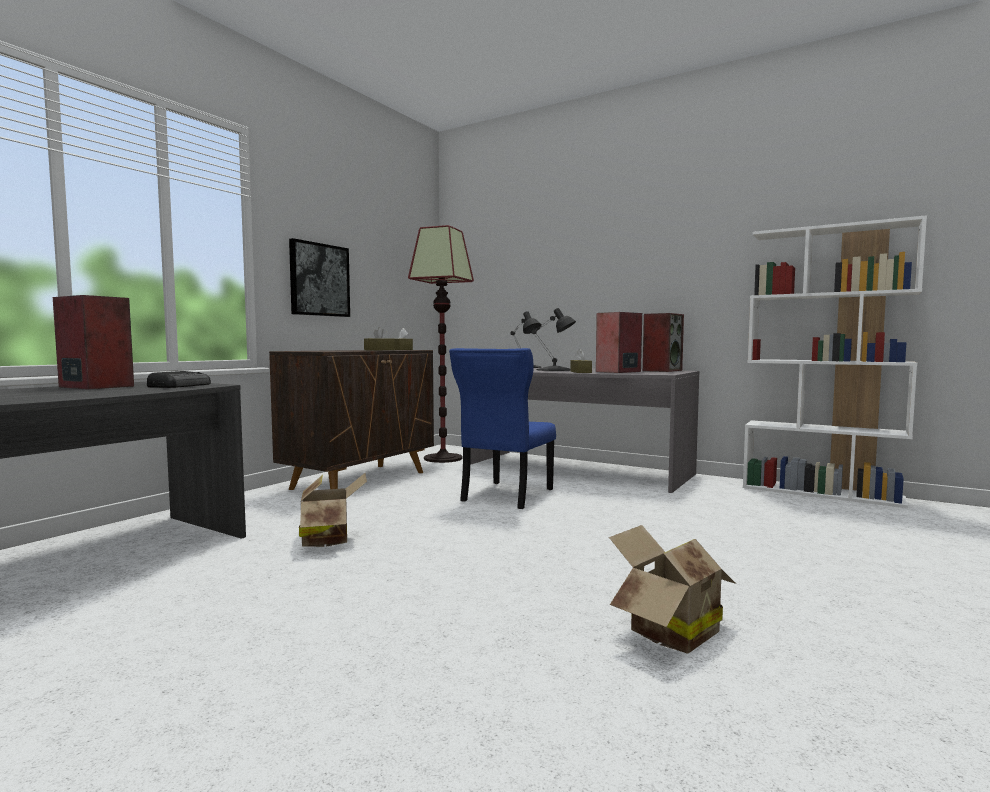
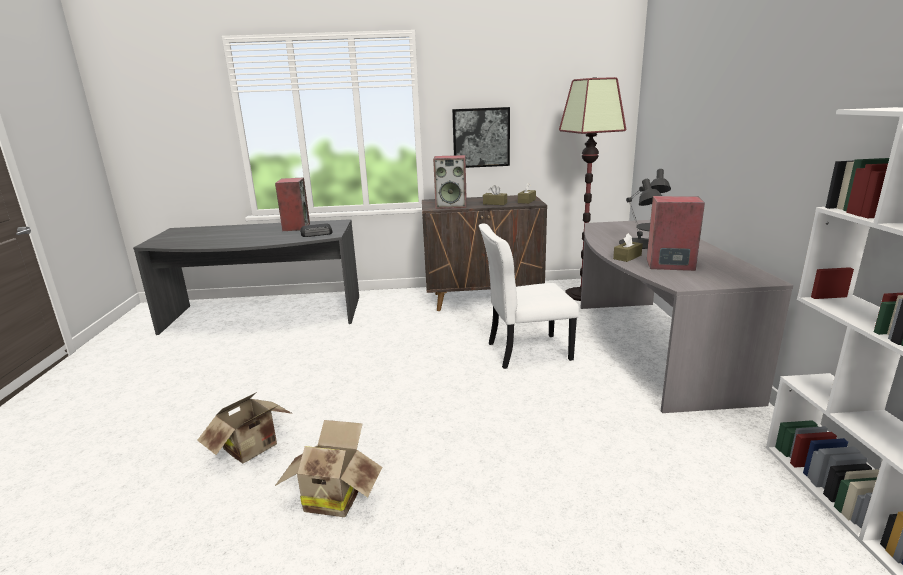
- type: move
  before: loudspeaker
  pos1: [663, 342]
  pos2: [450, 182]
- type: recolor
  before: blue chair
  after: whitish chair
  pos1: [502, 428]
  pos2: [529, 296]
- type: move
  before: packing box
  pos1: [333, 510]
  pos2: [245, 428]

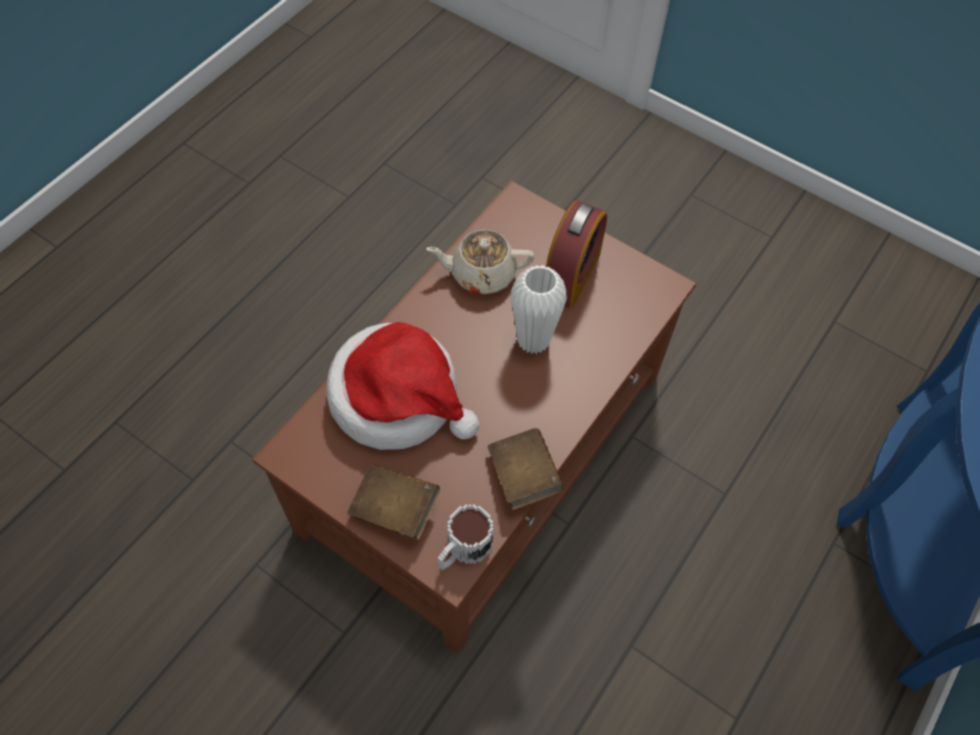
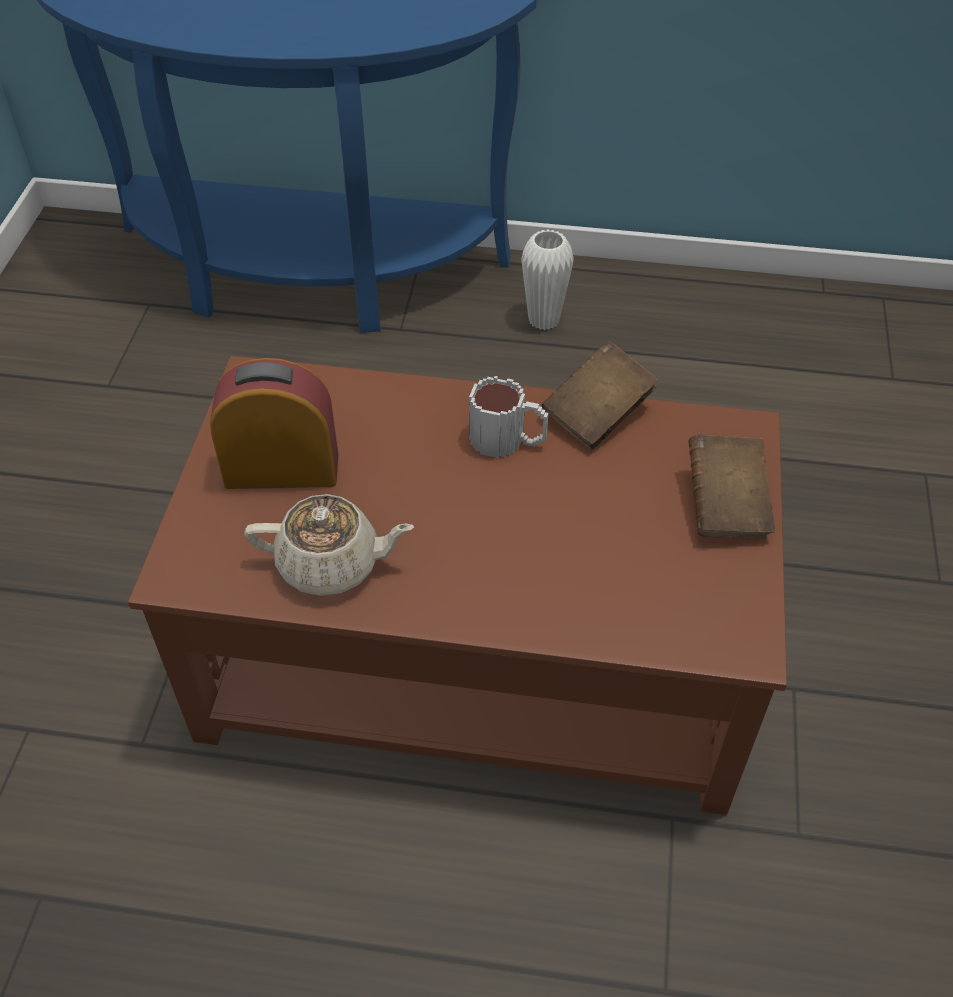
- type: rotate
  before: beige-coloured tea pot
  pos1: [480, 261]
  pos2: [329, 545]
  turn: -60
- type: move
  before: whitish vase
  pos1: [539, 309]
  pos2: [547, 279]
- type: delete
  before: hat
  pos1: [403, 386]
- type: move
  before: mug
  pos1: [466, 537]
  pos2: [508, 417]

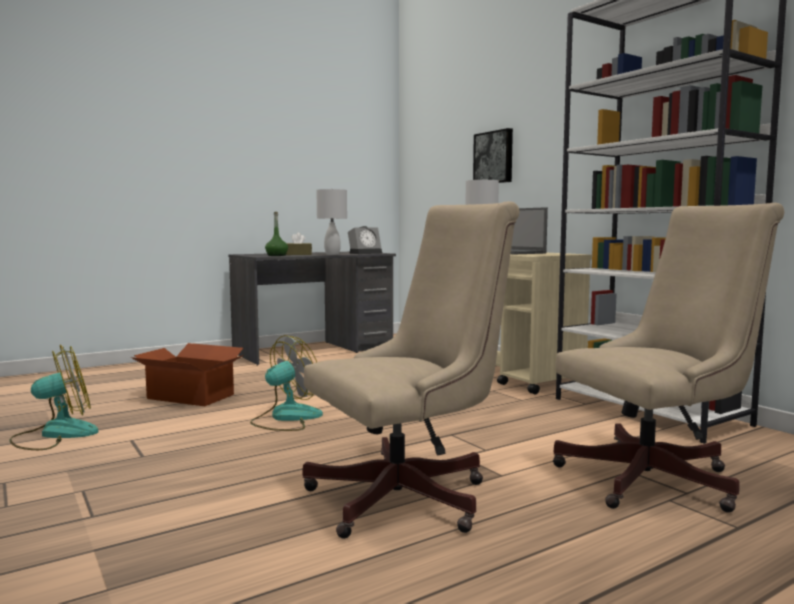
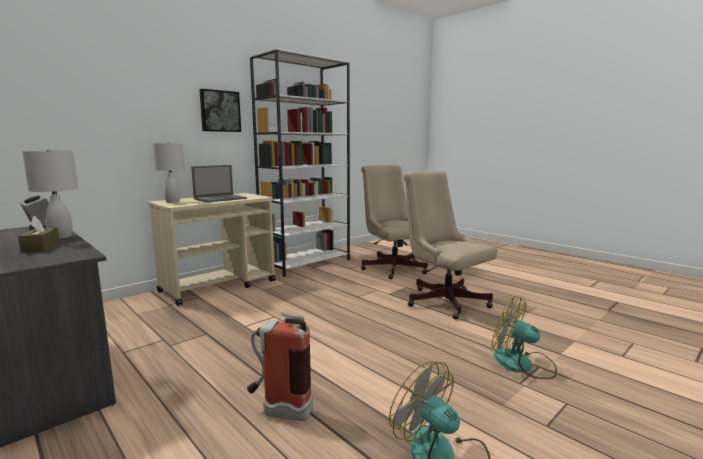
- type: move
  before: wall picture
  pos1: [493, 155]
  pos2: [220, 110]
- type: delete
  before: greenish drink bottle
  pos1: [276, 234]
- type: move
  before: cooling fan
  pos1: [286, 383]
  pos2: [524, 338]
- type: replace
  before: packing box
  after: extinguisher
  pos1: [187, 374]
  pos2: [280, 366]

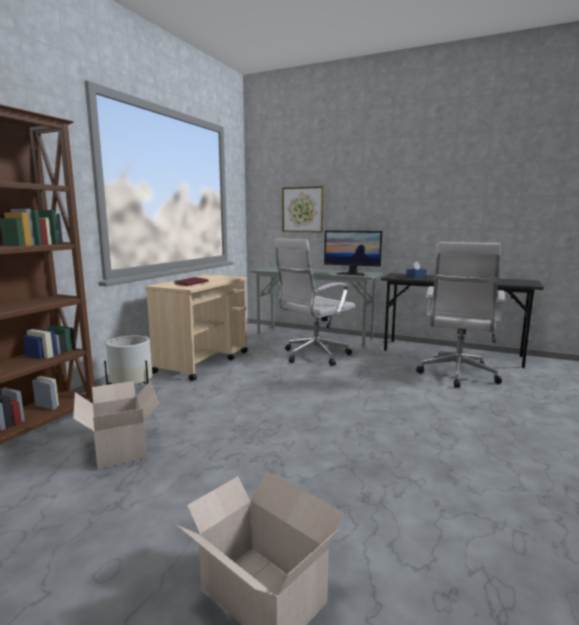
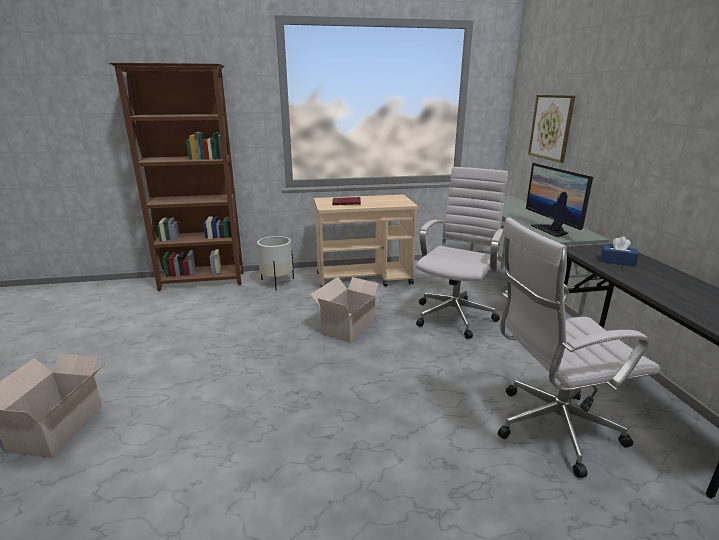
- type: rotate
  before: whitish office chair
  pos1: [314, 302]
  pos2: [462, 253]
  turn: 105
- type: move
  before: packing box
  pos1: [116, 425]
  pos2: [347, 310]

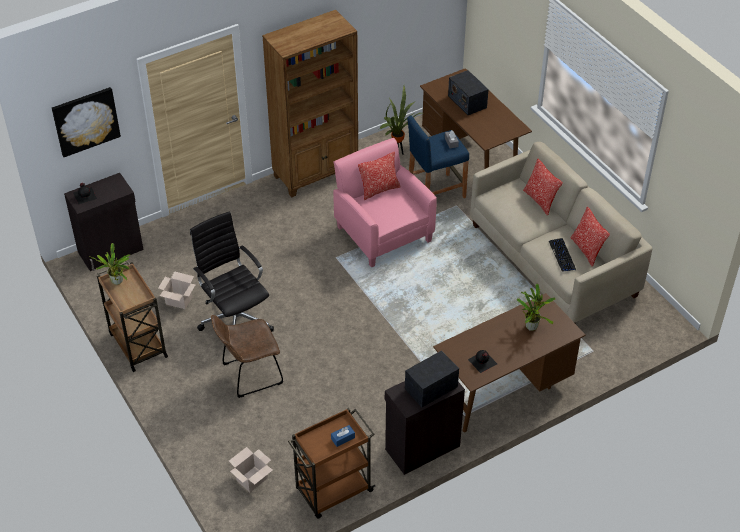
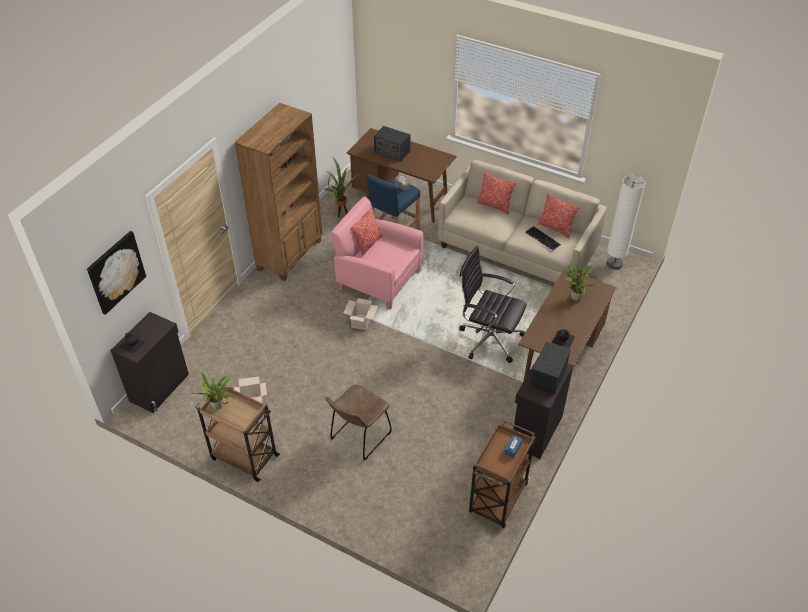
- type: move
  before: black office chair
  pos1: [232, 271]
  pos2: [493, 304]
- type: move
  before: packing box
  pos1: [251, 469]
  pos2: [361, 314]
- type: insert
  after: whitish standard lamp
  pos2: [626, 222]

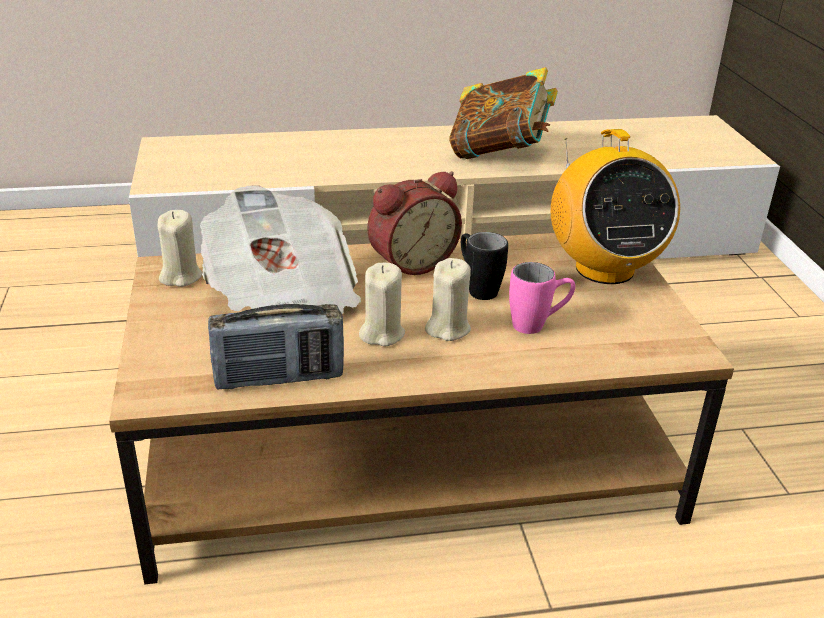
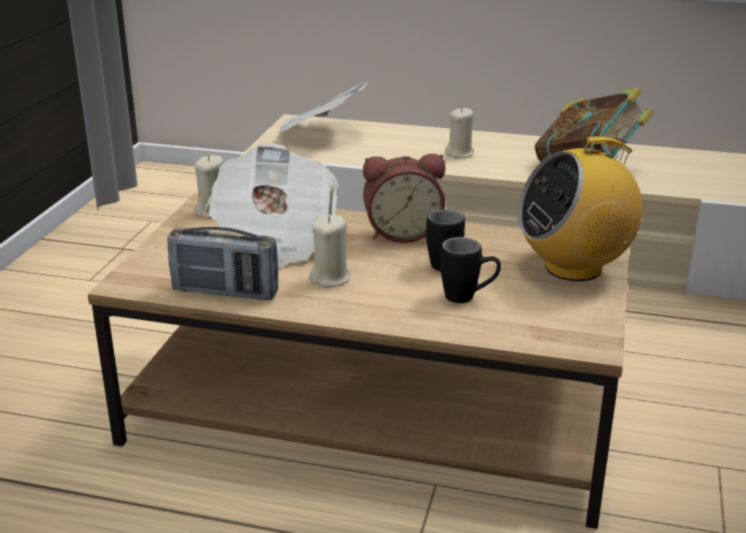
- type: rotate
  before: radio receiver
  pos1: [615, 206]
  pos2: [580, 208]
  turn: 60
- type: move
  before: beige-coloured wax light
  pos1: [448, 299]
  pos2: [459, 132]
- type: recolor
  before: pink-coloured mug
  after: black mug
  pos1: [542, 298]
  pos2: [470, 270]
- type: insert
  after: printed paper
  pos2: [322, 108]

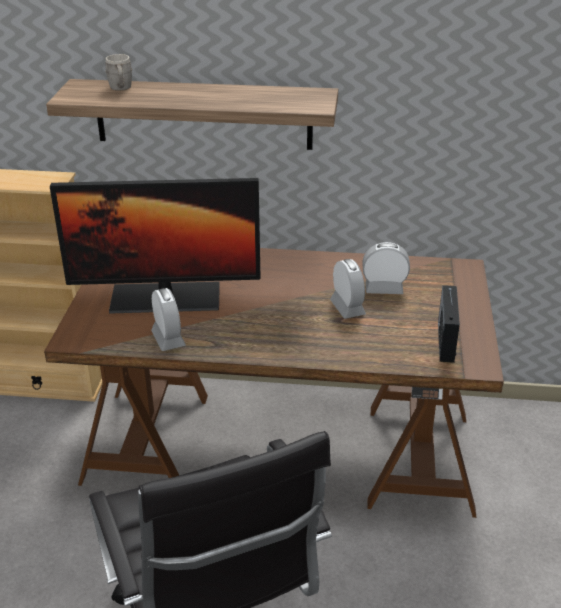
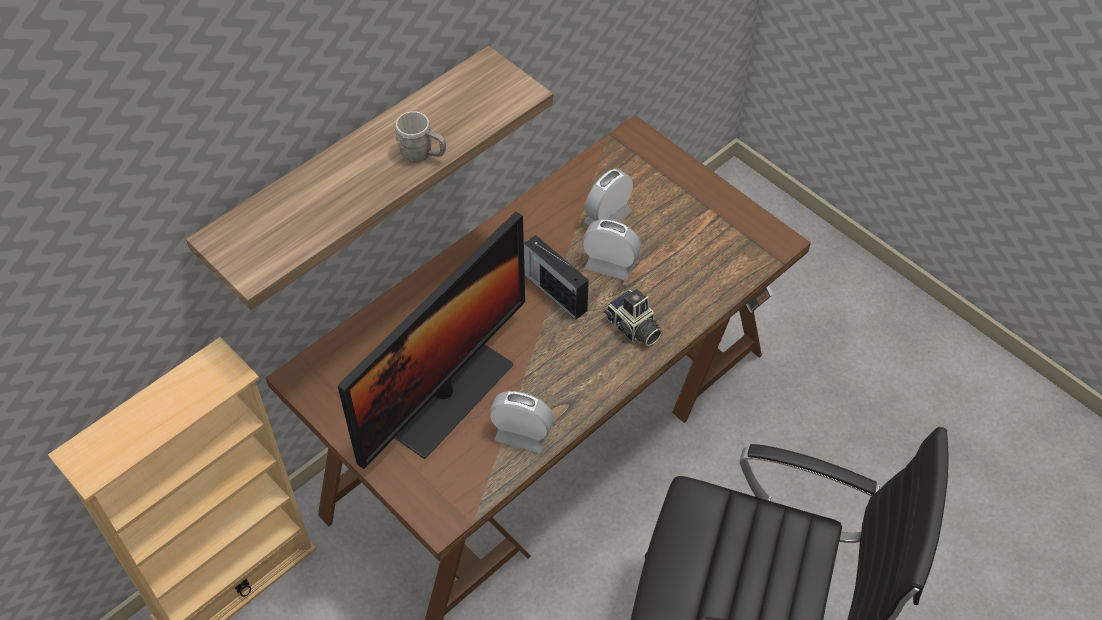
- type: move
  before: greyish mug
  pos1: [118, 72]
  pos2: [420, 137]
- type: move
  before: radio receiver
  pos1: [449, 324]
  pos2: [556, 277]
- type: insert
  after: photo camera
  pos2: [633, 317]

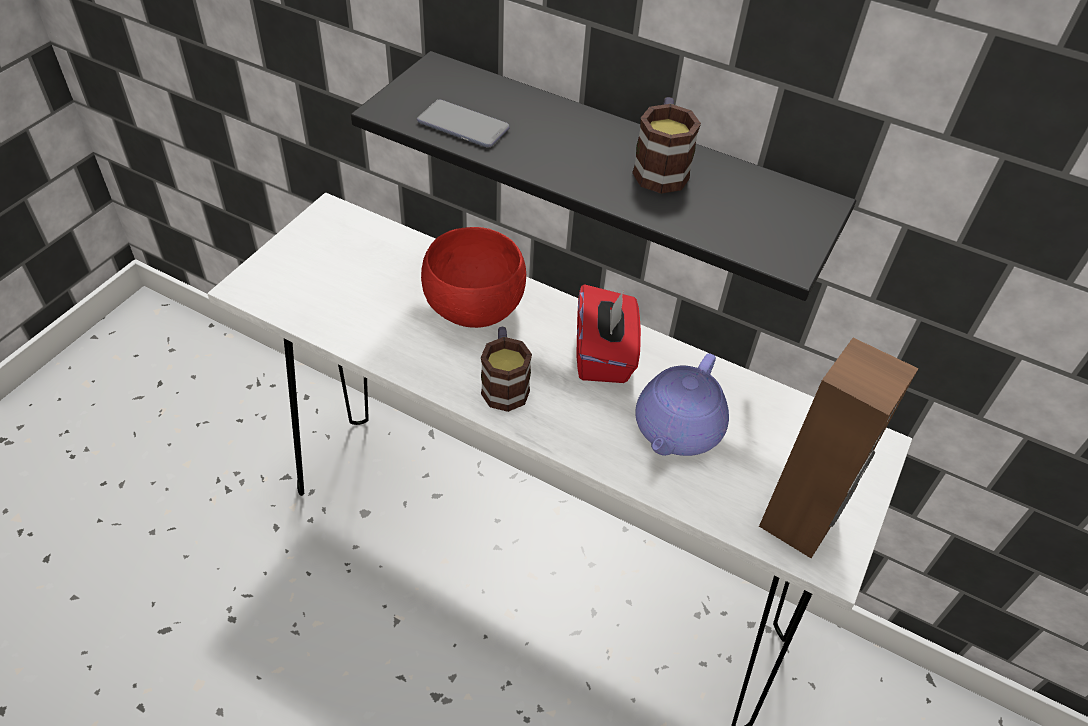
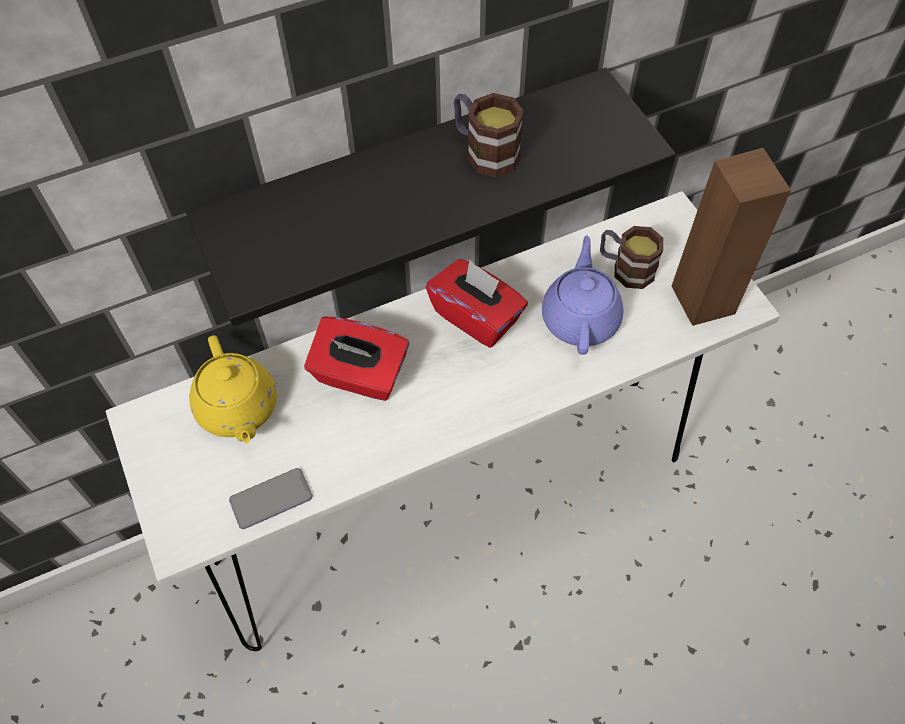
- type: move
  before: telephone
  pos1: [463, 123]
  pos2: [271, 498]
- type: replace
  before: red serving bowl
  after: red box of tissues
  pos1: [473, 277]
  pos2: [356, 359]
- type: move
  before: mug
  pos1: [506, 369]
  pos2: [631, 257]
- type: rotate
  before: purple-coloured tea pot
  pos1: [682, 404]
  pos2: [582, 295]
  turn: -150
- type: insert
  after: yellow-coloured tea pot
  pos2: [233, 389]

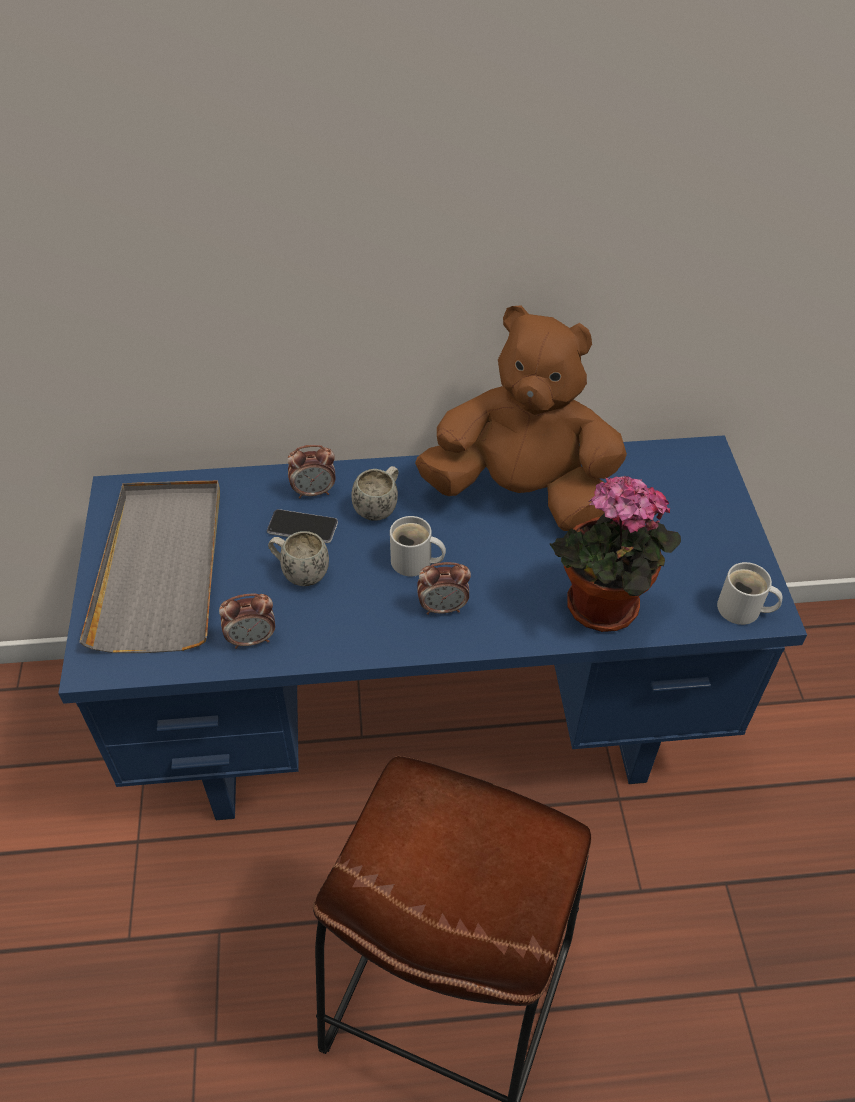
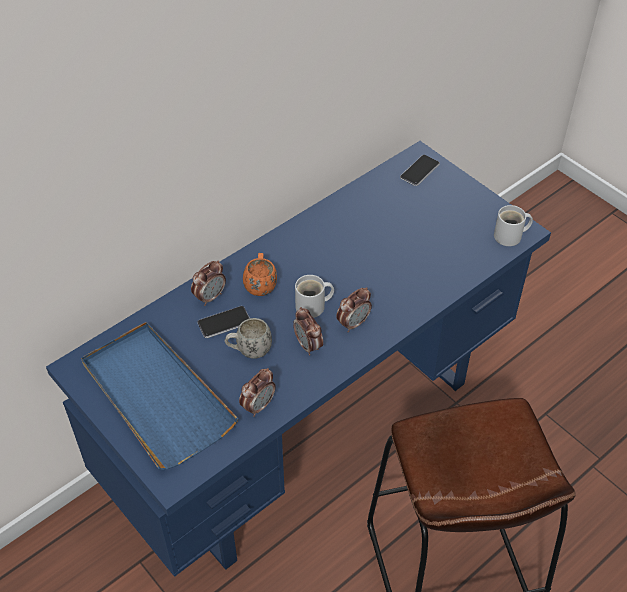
- type: delete
  before: brownish soft toy
  pos1: [521, 418]
- type: recolor
  before: whitish mug
  after: orange-coloured mug
  pos1: [375, 493]
  pos2: [260, 274]
- type: delete
  before: potted plant
  pos1: [615, 554]
- type: recolor
  before: greyish carrying tray
  after: blue carrying tray
  pos1: [149, 567]
  pos2: [159, 396]
- type: insert
  after: telephone
  pos2: [420, 170]
- type: insert
  after: table clock
  pos2: [308, 331]

